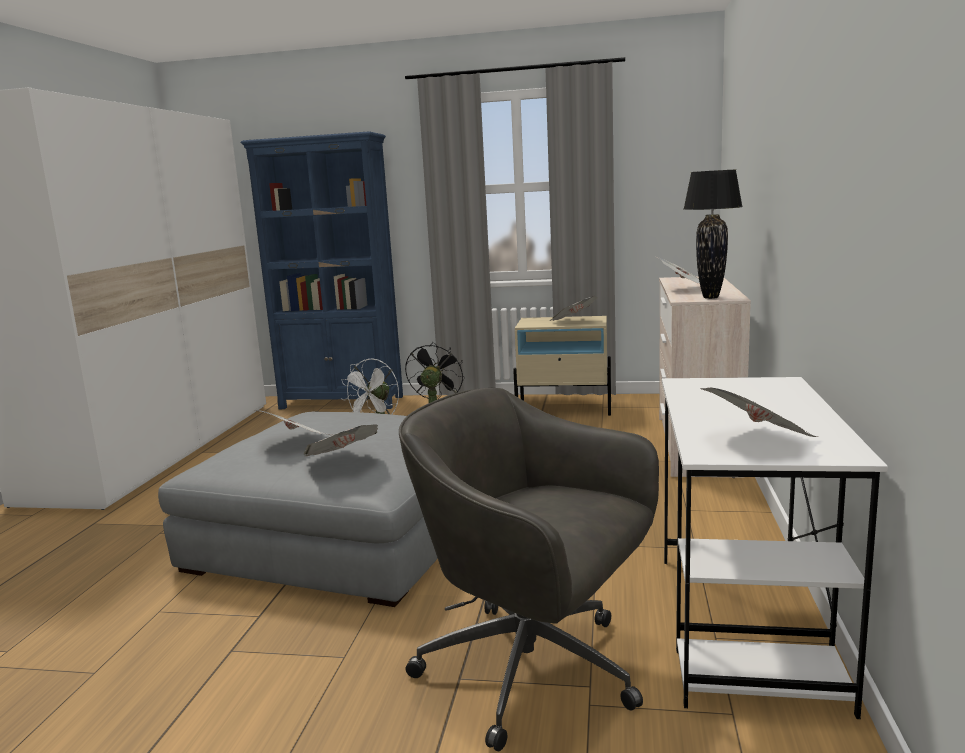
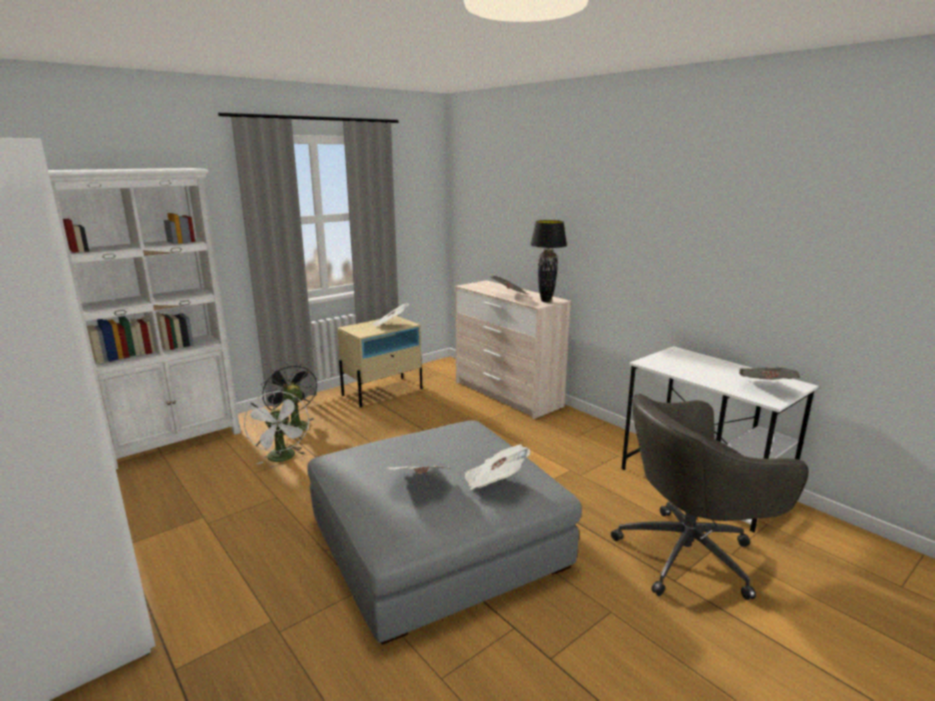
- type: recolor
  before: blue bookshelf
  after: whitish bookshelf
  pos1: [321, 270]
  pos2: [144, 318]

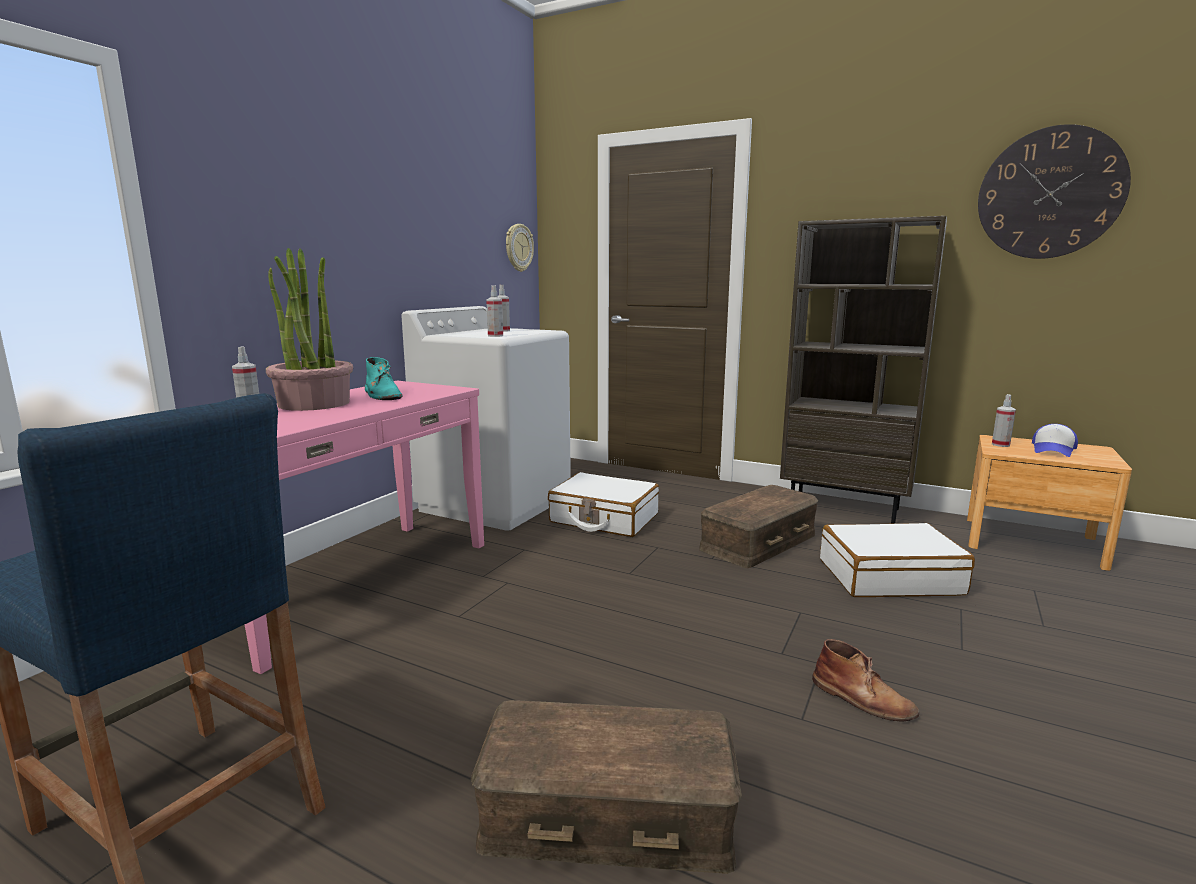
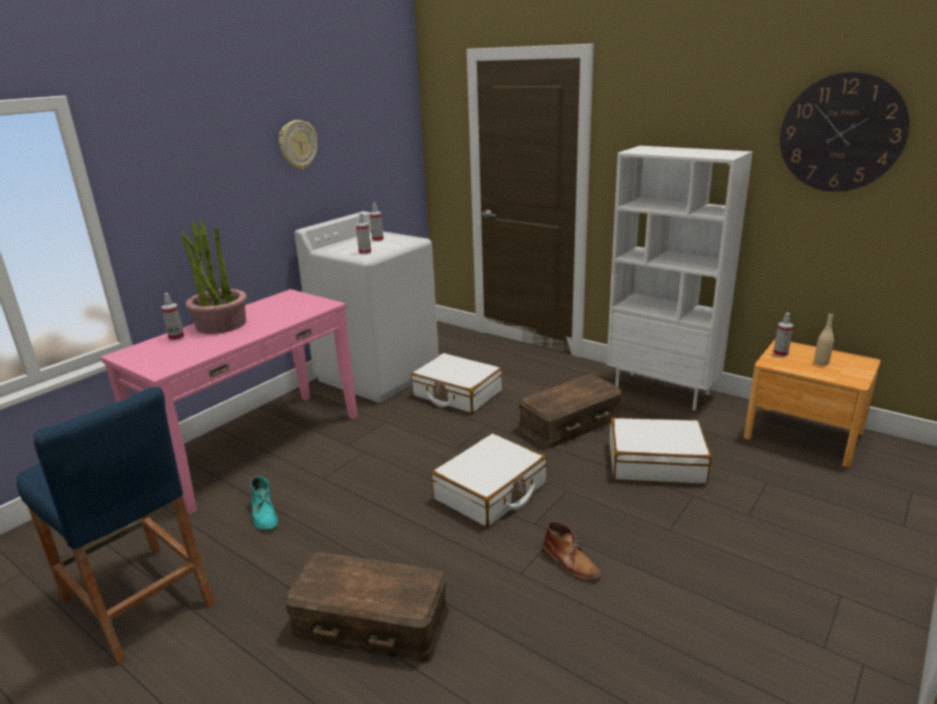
- type: recolor
  before: brownish bookshelf
  after: whitish bookshelf
  pos1: [863, 370]
  pos2: [679, 278]
- type: move
  before: wall clock
  pos1: [520, 248]
  pos2: [298, 144]
- type: move
  before: turquoise-coloured tall boot
  pos1: [383, 378]
  pos2: [264, 503]
- type: replace
  before: baseball cap
  after: beige-coloured drink bottle
  pos1: [1055, 440]
  pos2: [824, 338]
- type: insert
  after: whitish piece of luggage
  pos2: [489, 480]

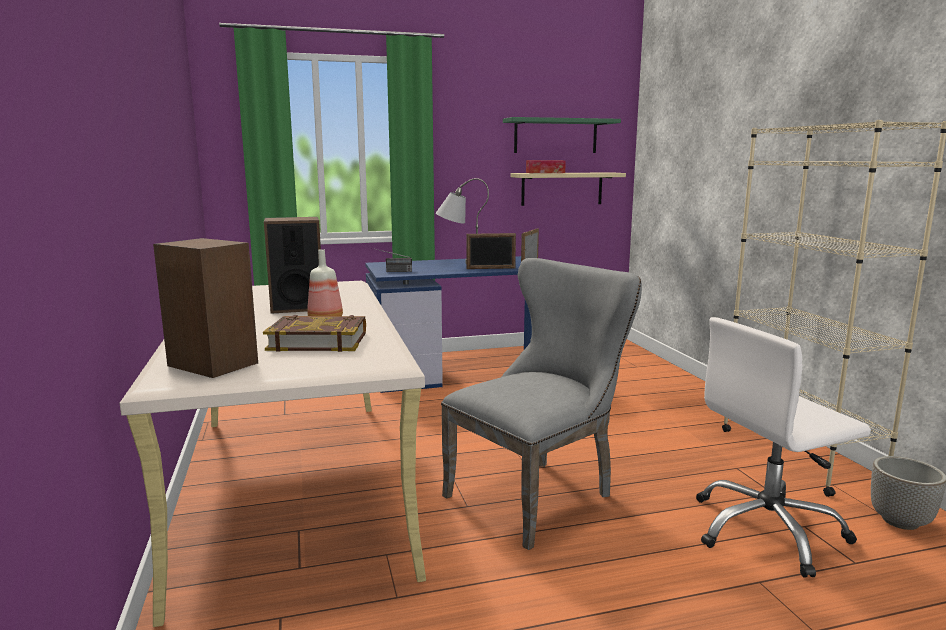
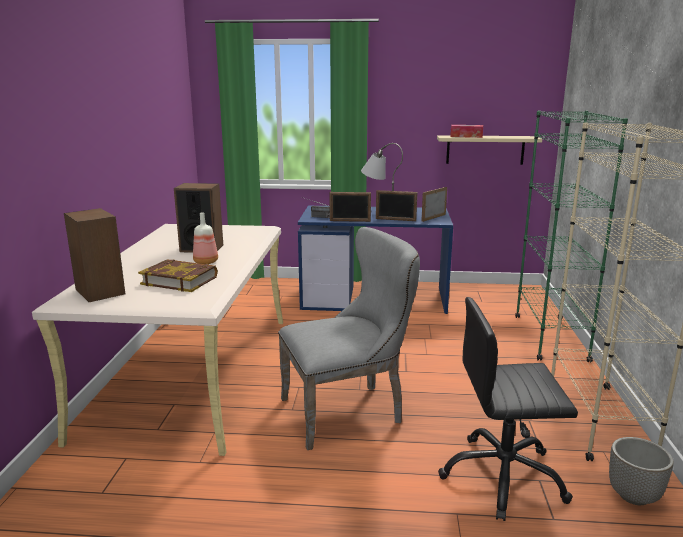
- type: delete
  before: greenish shelf
  pos1: [562, 135]
- type: recolor
  before: whitish office chair
  after: black office chair
  pos1: [783, 447]
  pos2: [508, 409]
- type: insert
  after: greenish bookshelf
  pos2: [571, 236]
- type: insert
  after: picture frame
  pos2: [350, 207]

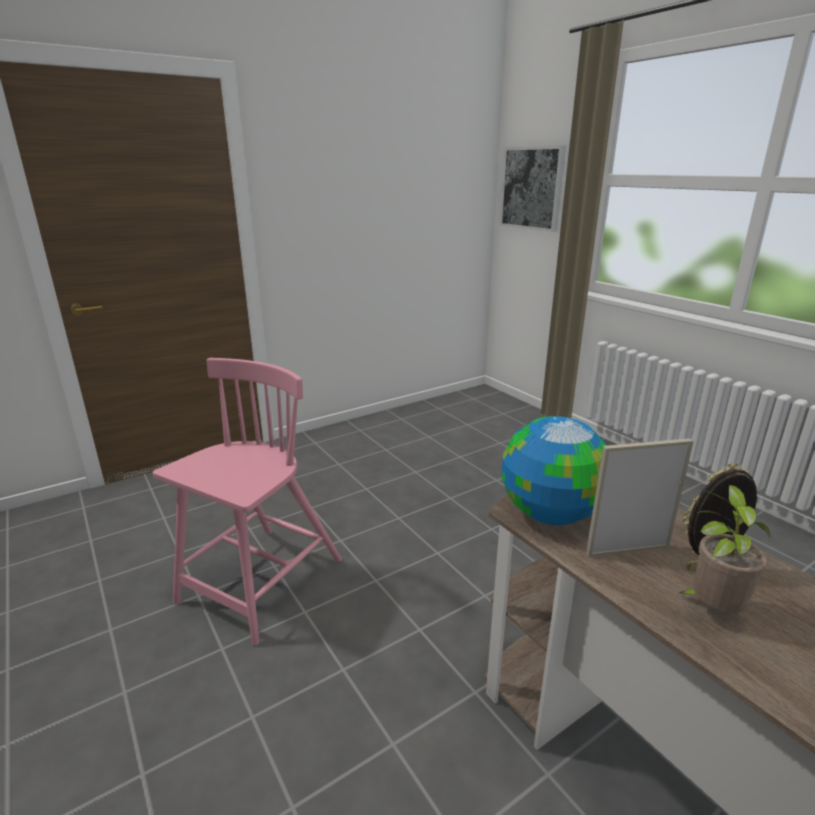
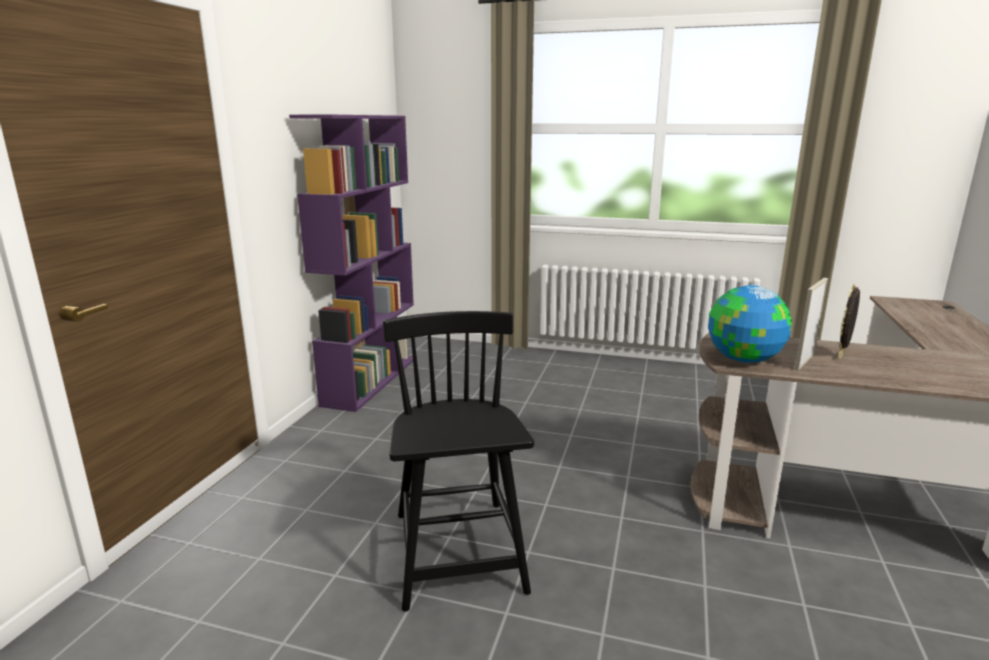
- type: delete
  before: wall picture
  pos1: [533, 188]
- type: recolor
  before: pink-coloured chair
  after: black chair
  pos1: [247, 501]
  pos2: [458, 461]
- type: delete
  before: potted plant
  pos1: [724, 548]
- type: insert
  after: purple-coloured bookshelf
  pos2: [351, 263]

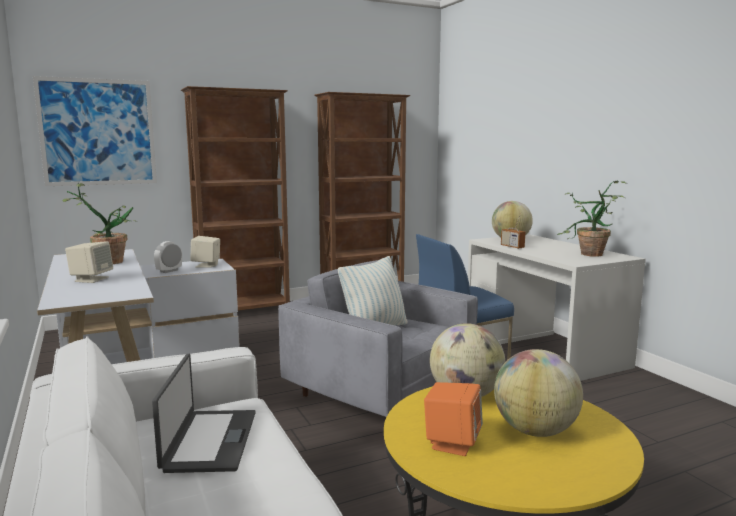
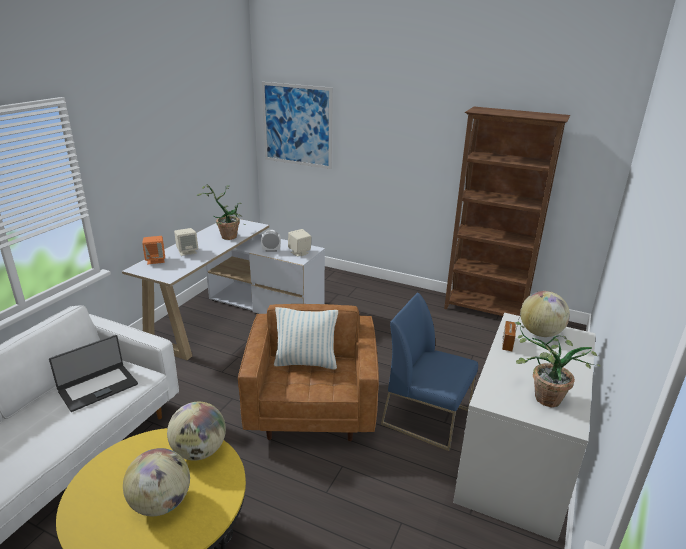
- type: delete
  before: brownish bookshelf
  pos1: [235, 198]
- type: recolor
  before: greyish lounge chair
  after: brownish lounge chair
  pos1: [378, 338]
  pos2: [308, 372]
- type: move
  before: orange-coloured loudspeaker
  pos1: [453, 419]
  pos2: [153, 250]

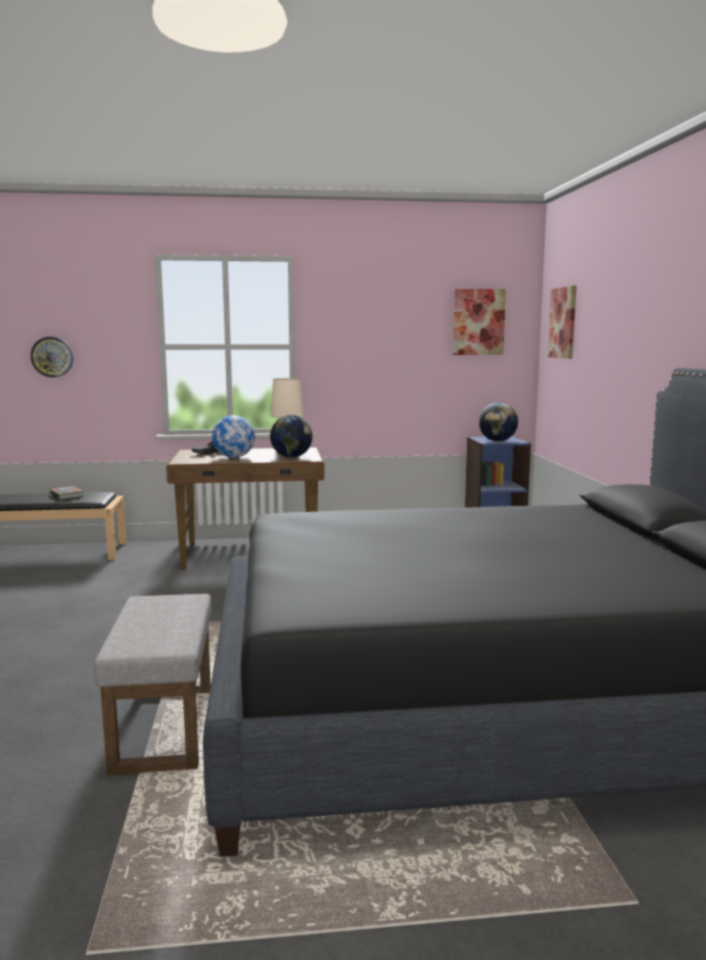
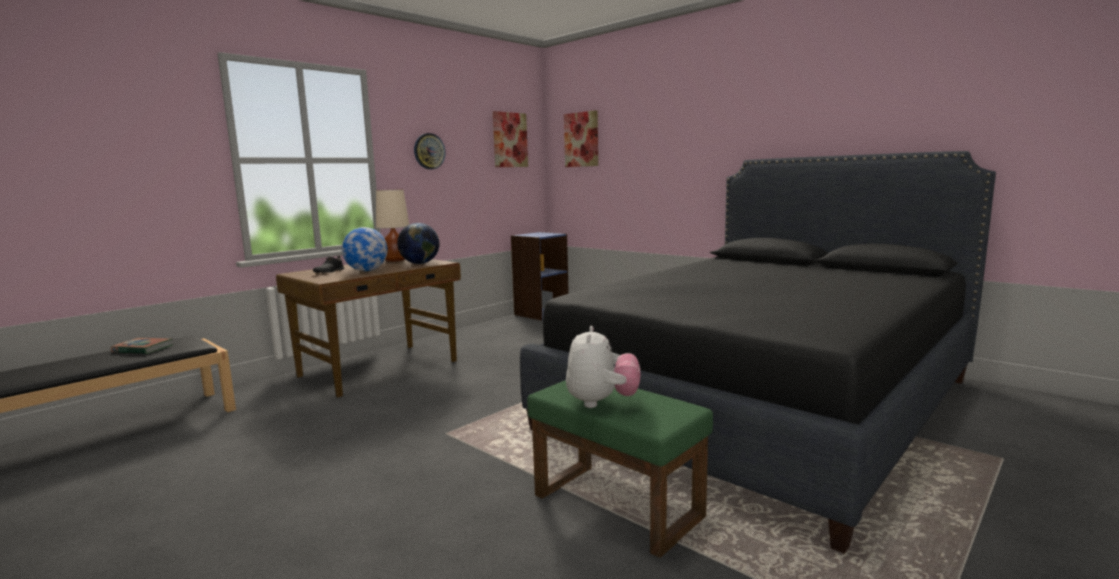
- type: move
  before: wall clock
  pos1: [51, 357]
  pos2: [430, 151]
- type: delete
  before: globe
  pos1: [498, 422]
- type: recolor
  before: greyish footrest
  after: greenish footrest
  pos1: [152, 685]
  pos2: [620, 469]
- type: insert
  after: soft toy
  pos2: [603, 367]

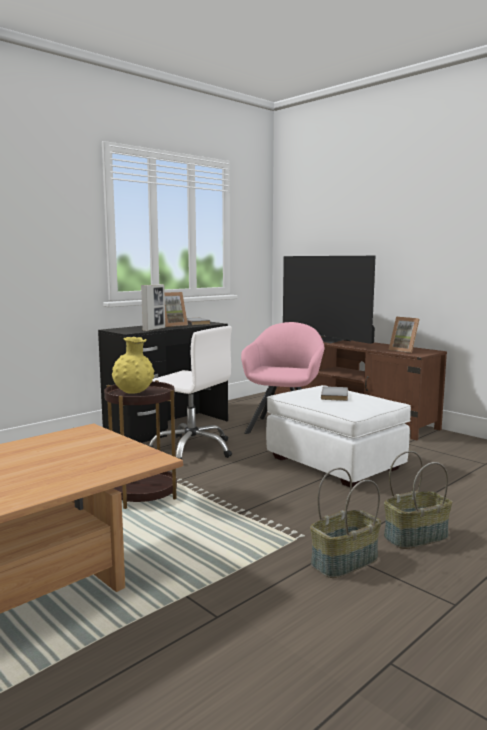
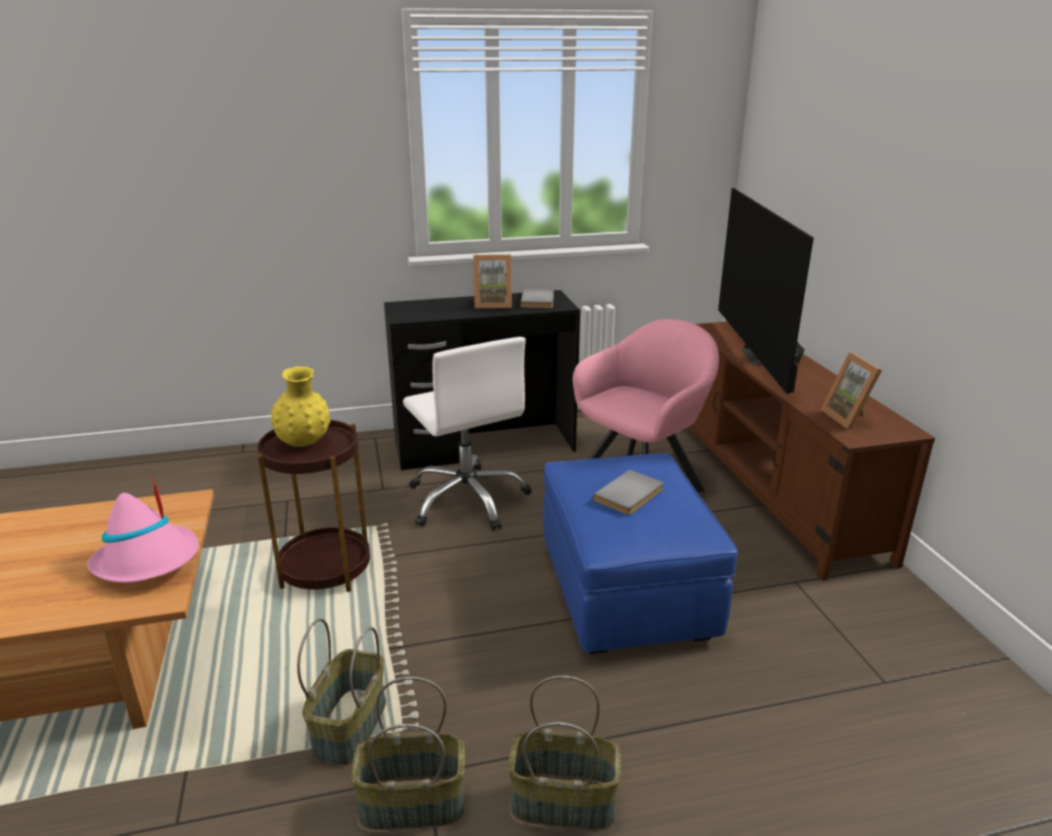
- type: delete
  before: picture frame
  pos1: [153, 307]
- type: recolor
  before: whitish footrest
  after: blue footrest
  pos1: [338, 436]
  pos2: [640, 553]
- type: insert
  after: pink-coloured hat
  pos2: [142, 530]
- type: insert
  after: storage basket
  pos2: [341, 691]

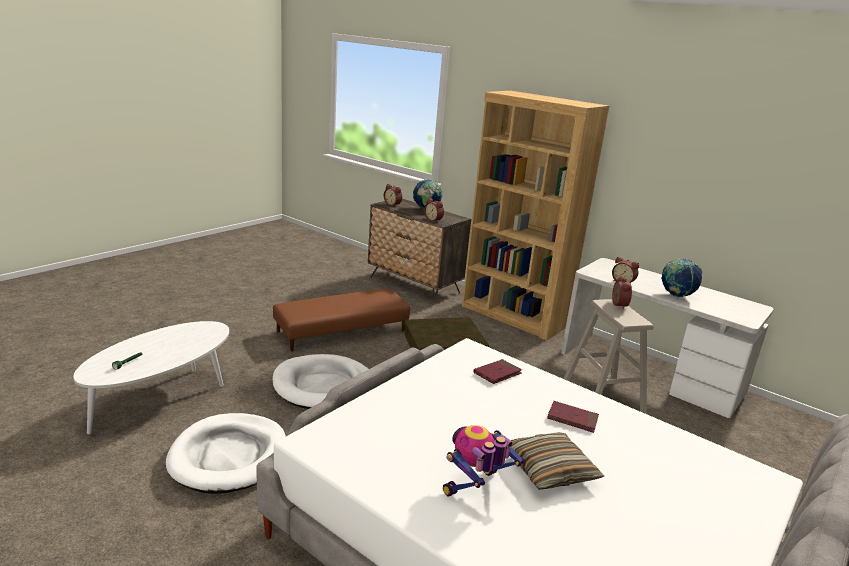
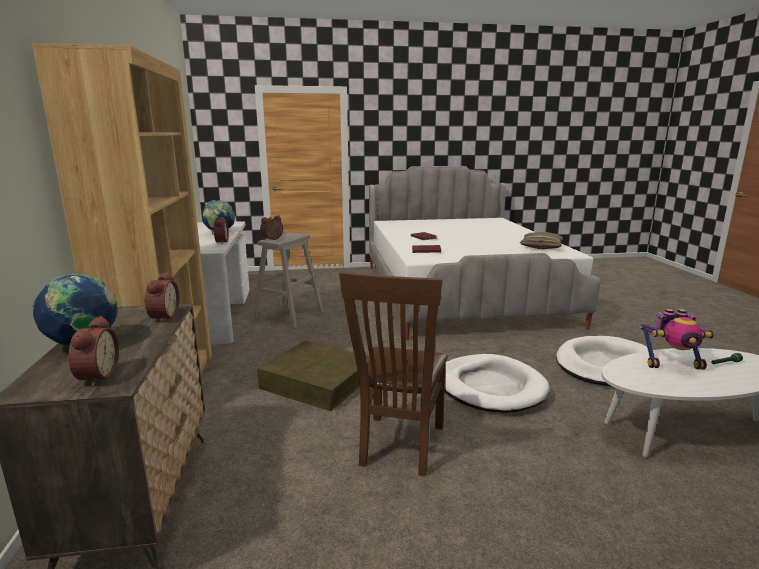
- type: replace
  before: brownish footrest
  after: brownish chair
  pos1: [341, 320]
  pos2: [393, 374]
- type: move
  before: toy robot
  pos1: [484, 461]
  pos2: [677, 339]
- type: move
  before: cushion
  pos1: [557, 461]
  pos2: [541, 240]

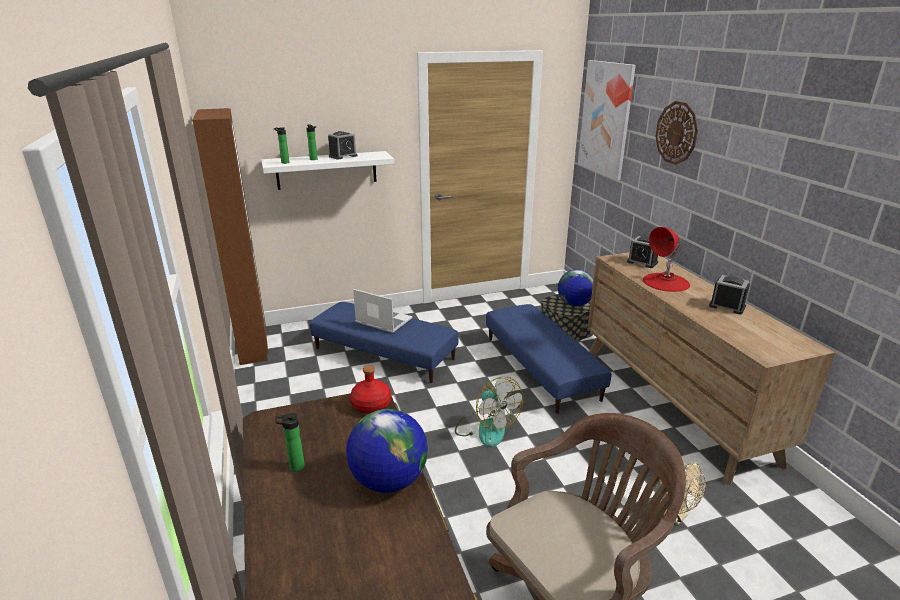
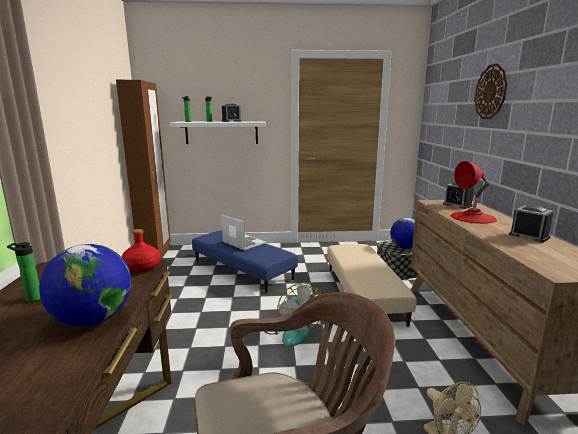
- type: delete
  before: wall picture
  pos1: [607, 120]
- type: recolor
  before: blue footrest
  after: beige-coloured footrest
  pos1: [548, 358]
  pos2: [372, 285]

